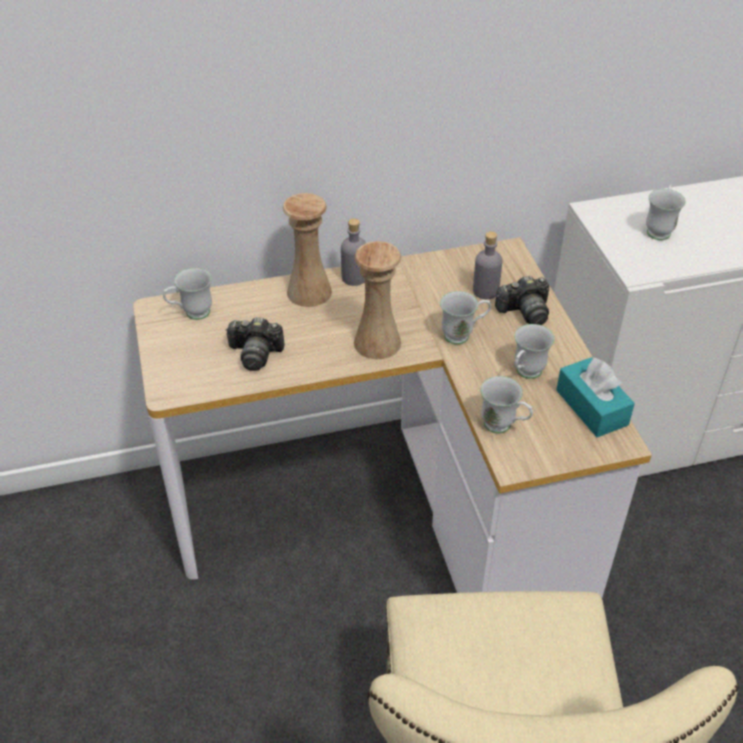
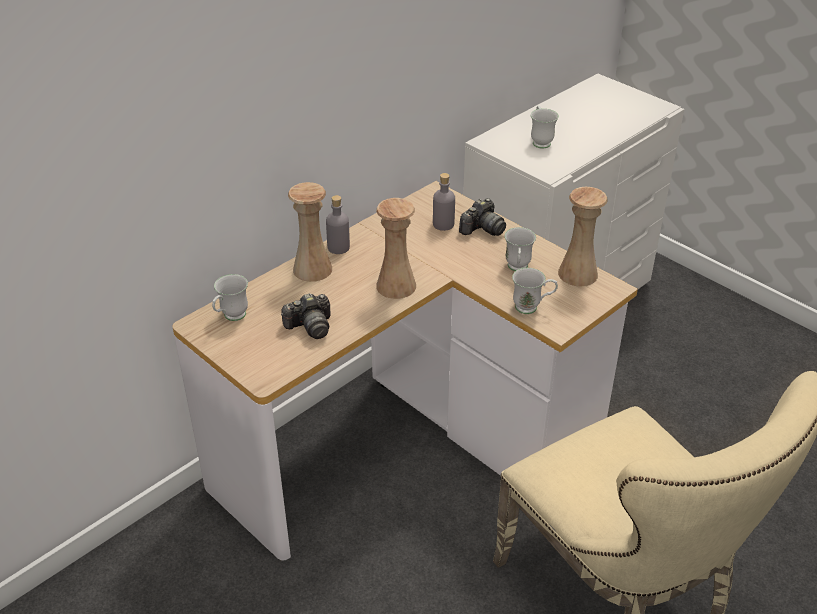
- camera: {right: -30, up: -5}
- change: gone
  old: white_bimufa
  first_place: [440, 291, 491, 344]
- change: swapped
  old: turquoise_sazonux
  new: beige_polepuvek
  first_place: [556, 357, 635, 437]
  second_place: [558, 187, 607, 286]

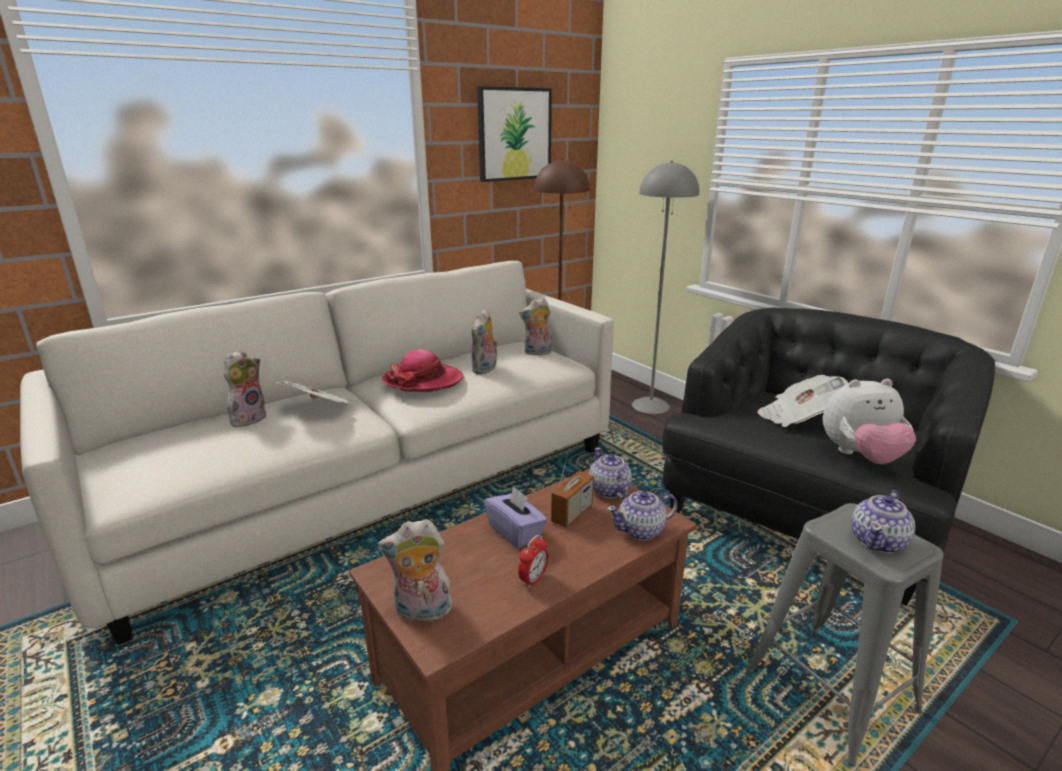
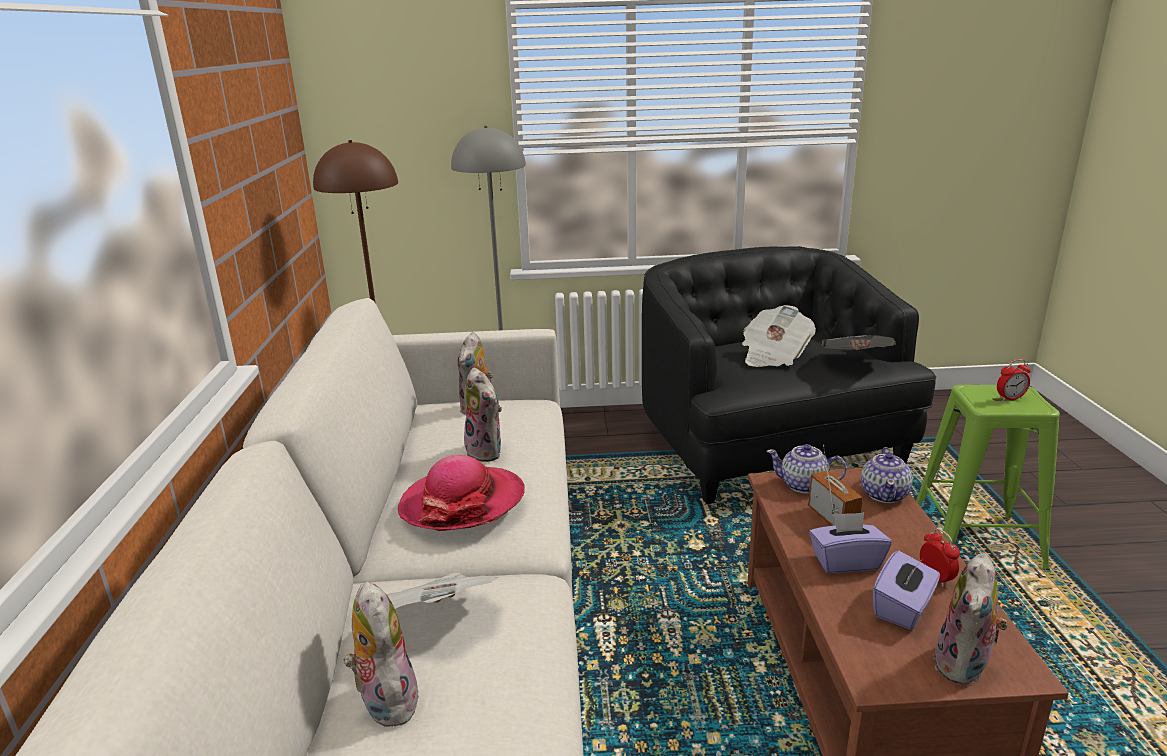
- camera: {right: -55, up: 0}
- change: gone
  old: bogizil
  first_place: [477, 86, 552, 182]
- change: new
  new: purple_sazonux
  second_place: [873, 551, 940, 630]
- change: swapped
  old: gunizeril
  new: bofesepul
  first_place: [823, 379, 916, 464]
  second_place: [822, 335, 896, 350]
- change: swapped
  old: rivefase
  new: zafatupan
  first_place: [851, 490, 915, 553]
  second_place: [997, 359, 1031, 401]
- change: repainted
  old: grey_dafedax
  new: green_dafedax
  first_place: [746, 503, 943, 767]
  second_place: [916, 385, 1060, 570]

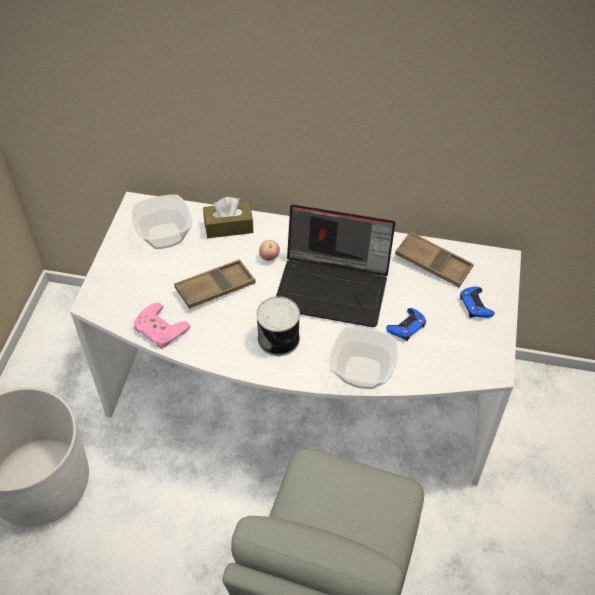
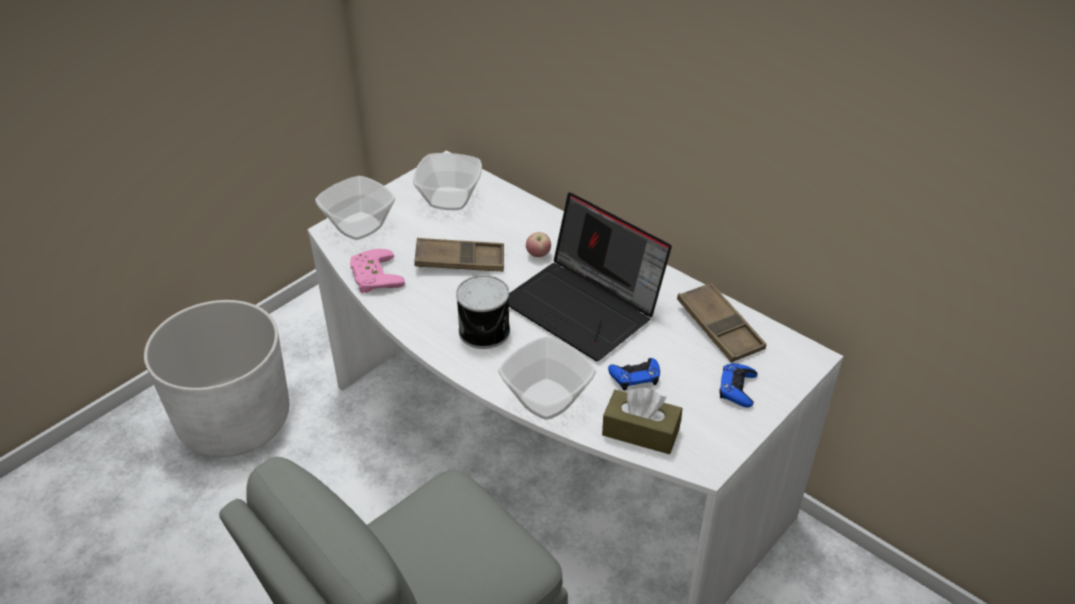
- camera: {right: 30, up: -10}
- change: new
  new: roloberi
  second_place: [315, 176, 395, 240]
- change: shifted
  old: brown_sazonux
  first_place: [203, 197, 254, 238]
  second_place: [602, 388, 683, 454]

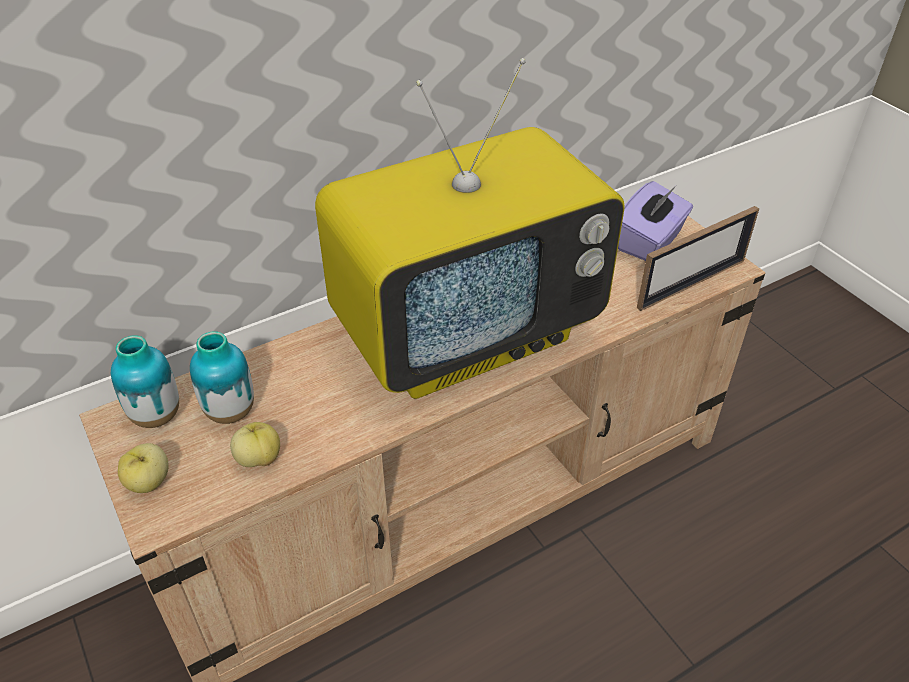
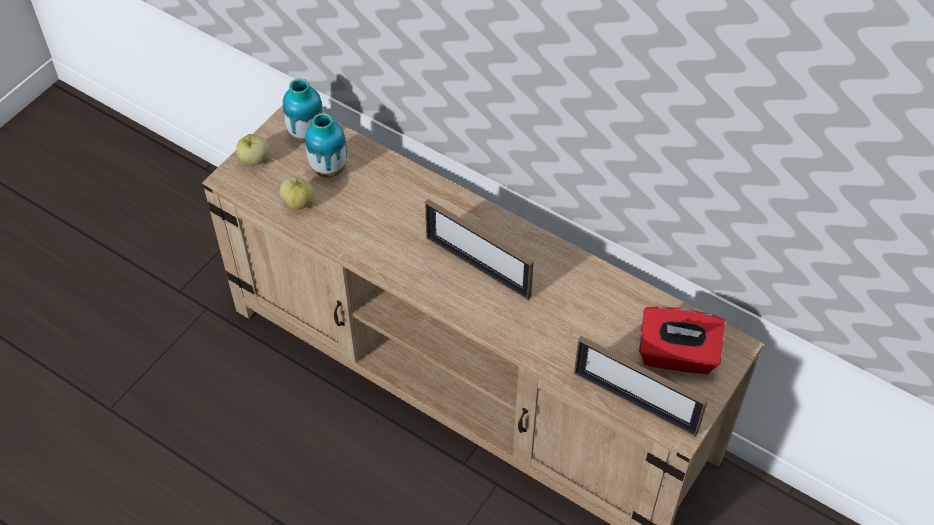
- camera: {right: 65, up: 10}
- change: swapped
  old: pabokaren
  new: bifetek
  first_place: [315, 58, 624, 399]
  second_place: [425, 199, 534, 300]
- change: repainted
  old: purple_sazonux
  new: red_sazonux
  first_place: [618, 181, 693, 261]
  second_place: [639, 306, 725, 374]

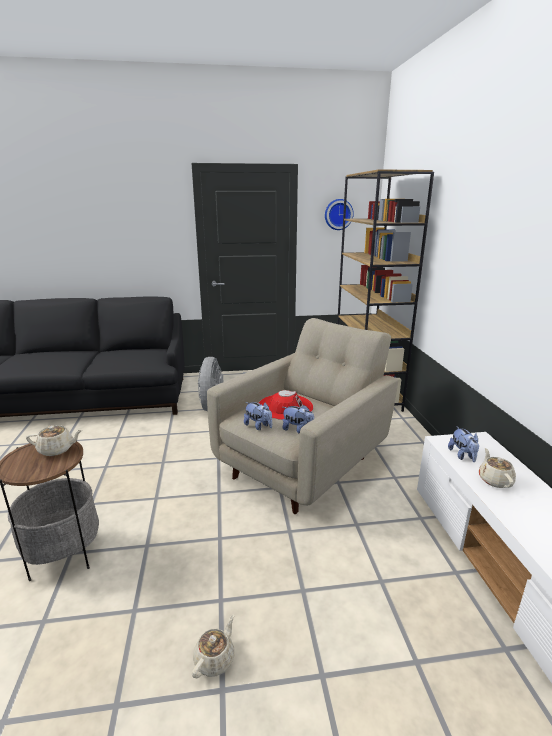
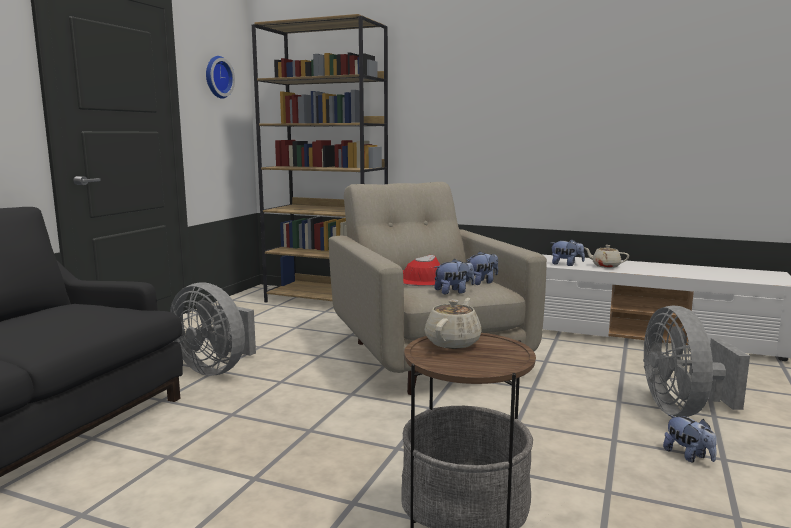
- camera: {right: -60, up: -10}
- change: new
  new: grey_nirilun
  second_place: [643, 306, 750, 417]
- change: swapped
  old: beige_rivefase
  new: gunizeril
  first_place: [192, 614, 234, 678]
  second_place: [663, 414, 717, 462]

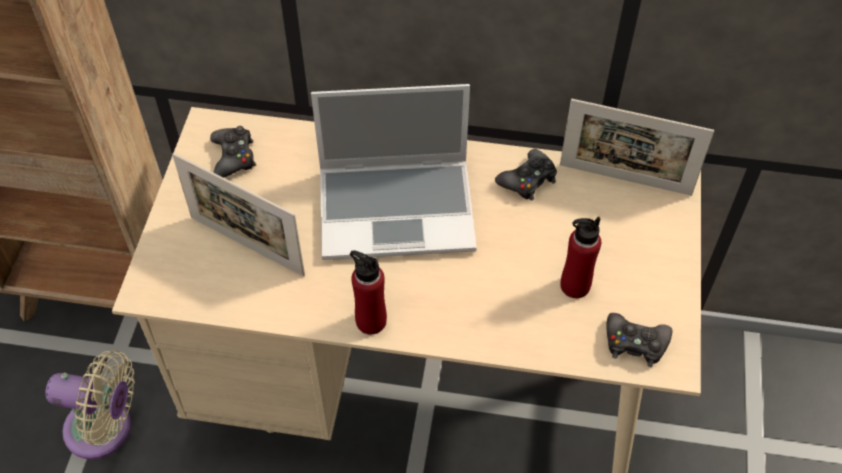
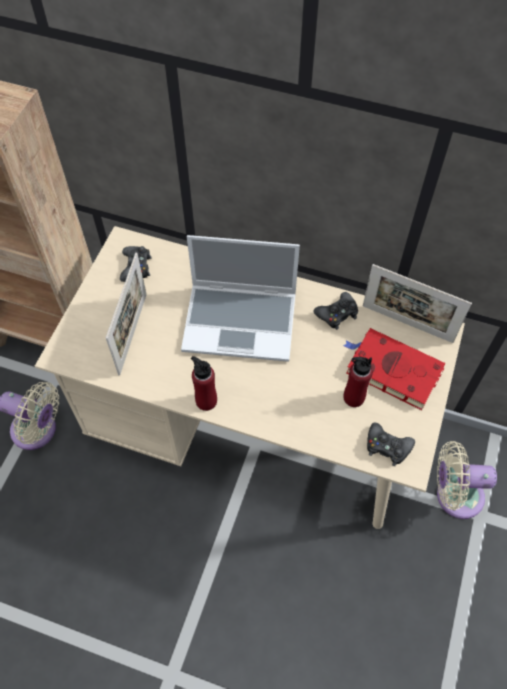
- camera: {right: 10, up: 5}
- change: new
  new: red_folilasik
  second_place: [343, 328, 445, 410]
- change: new
  new: beige_nirilun
  second_place: [437, 441, 497, 519]
- change: rotated
  old: bifetek
  first_place: [172, 153, 305, 277]
  second_place: [106, 253, 147, 376]
  degrees: -120

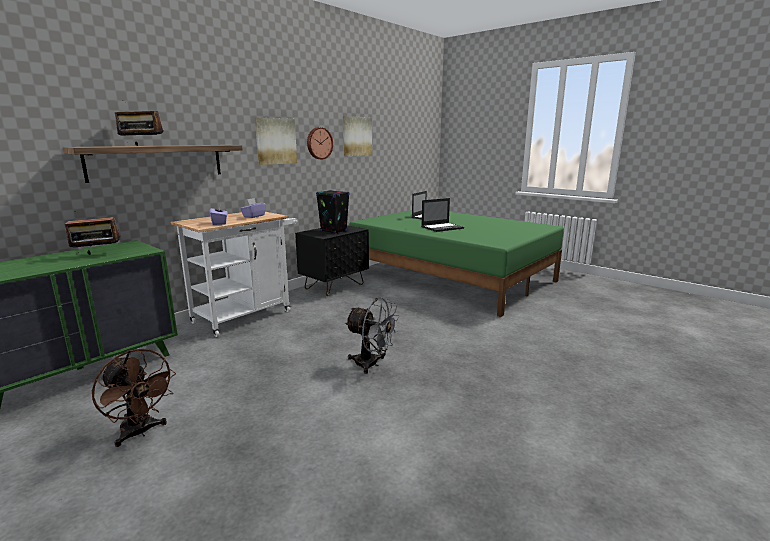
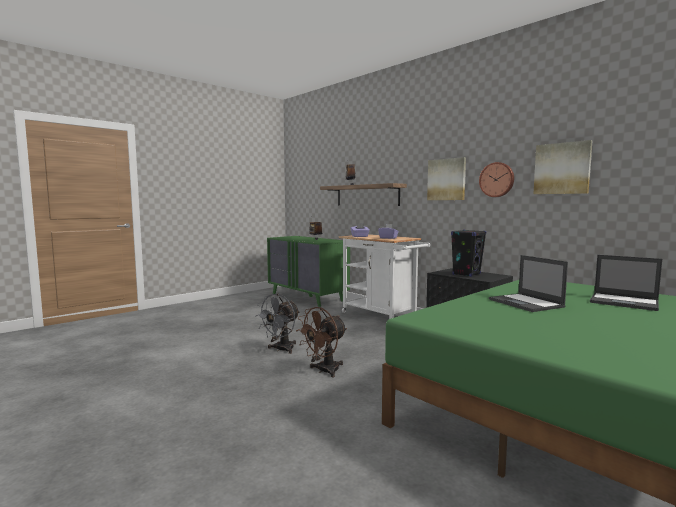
- camera: {right: 95, up: -10}
- change: shifted
  old: brown_nirilun
  first_place: [92, 349, 176, 447]
  second_place: [296, 307, 347, 377]

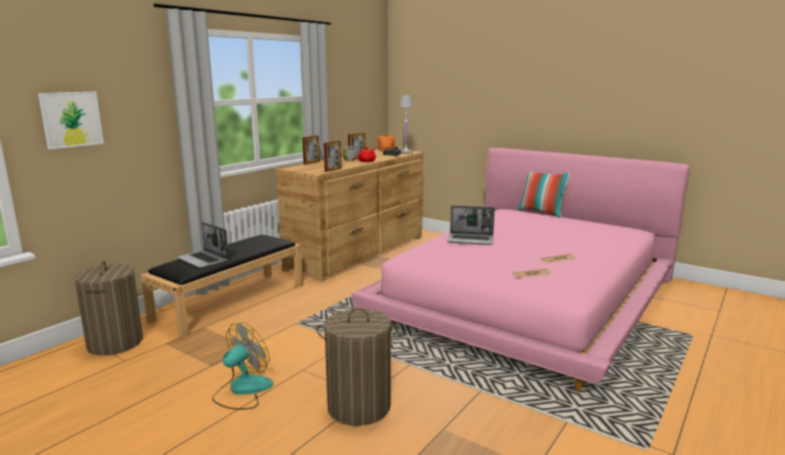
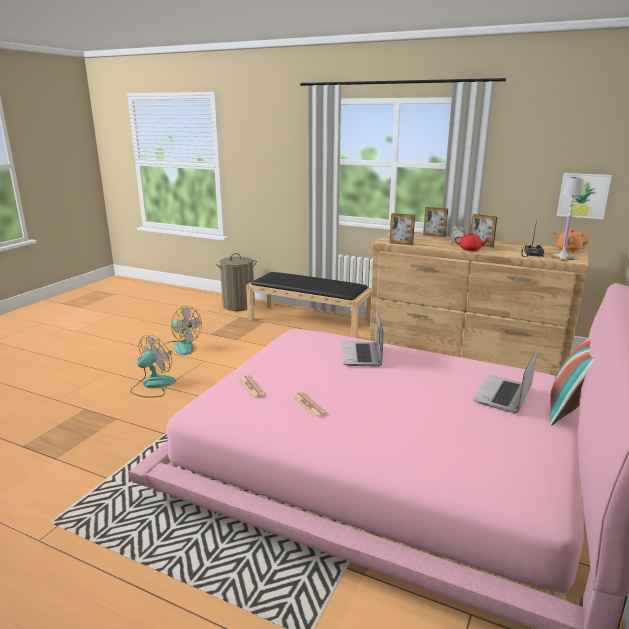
- camera: {right: 80, up: 5}
- change: shifted
  old: bogizil
  first_place: [38, 92, 104, 149]
  second_place: [557, 173, 612, 219]
- change: shifted
  old: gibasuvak
  first_place: [177, 222, 229, 268]
  second_place: [473, 350, 537, 413]
- change: swapped
  old: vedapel
  new: nirilun
  first_place: [316, 308, 399, 426]
  second_place: [130, 335, 176, 398]

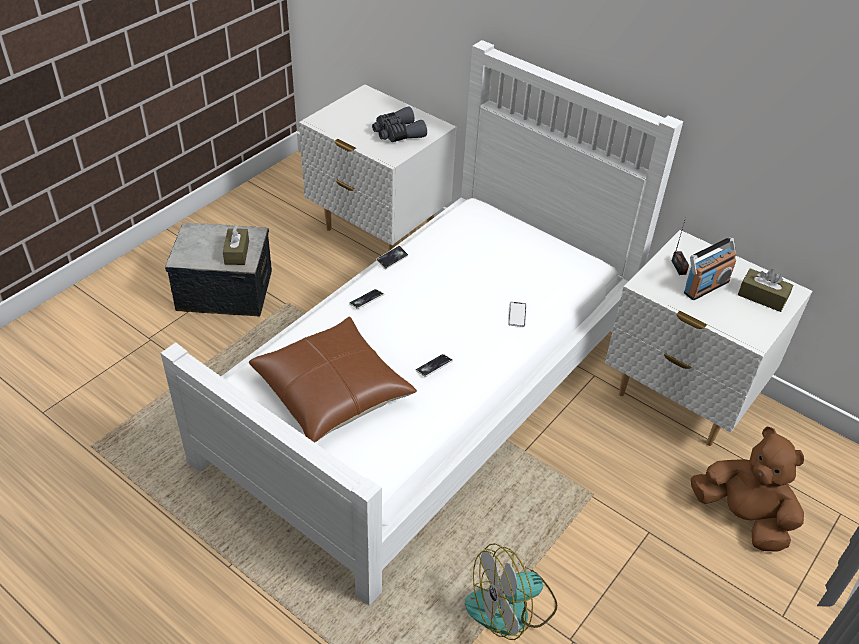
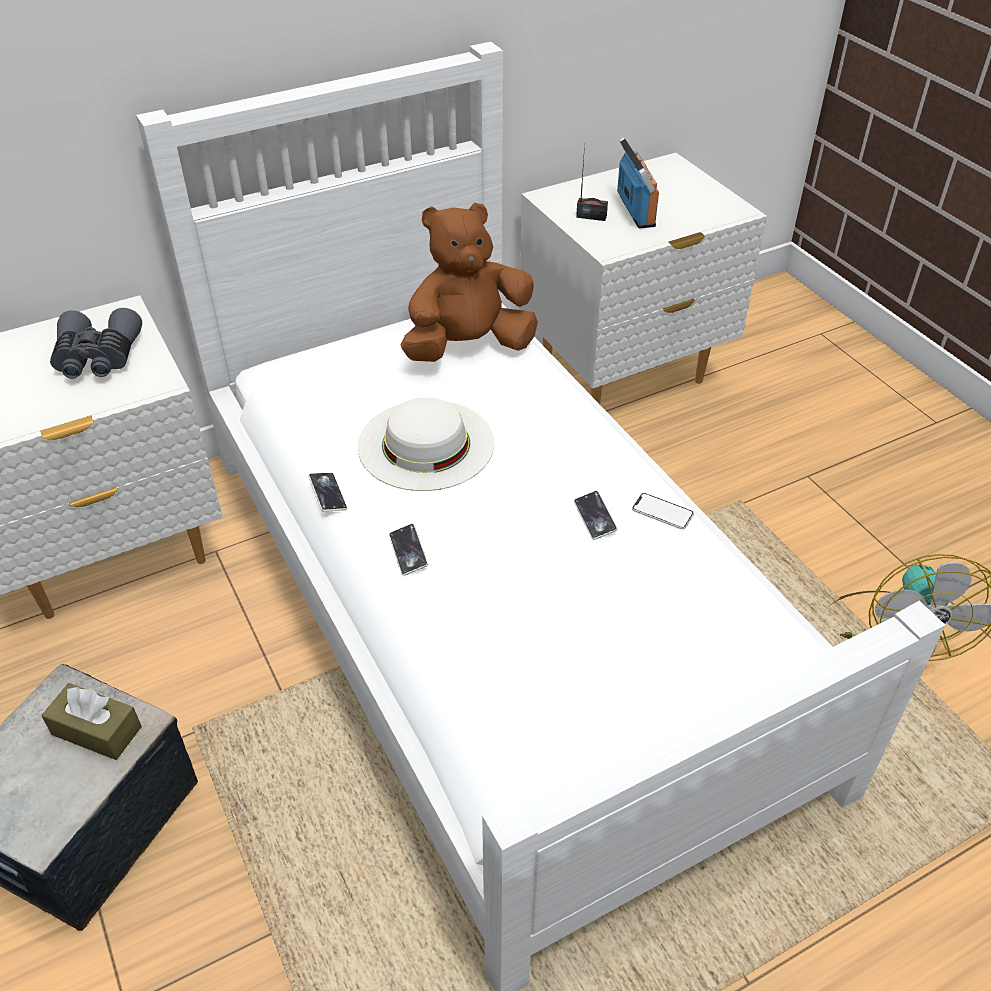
- camera: {right: -65, up: 0}
- change: gone
  old: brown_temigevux
  first_place: [249, 317, 417, 443]
- change: gone
  old: brown_sazonux
  first_place: [738, 268, 793, 312]
- change: new
  new: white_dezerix
  second_place: [358, 398, 494, 491]
- change: shifted
  old: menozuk
  first_place: [508, 302, 527, 327]
  second_place: [632, 493, 694, 529]
- change: shifted
  old: brown_gunizeril
  first_place: [691, 427, 804, 552]
  second_place: [401, 203, 538, 362]

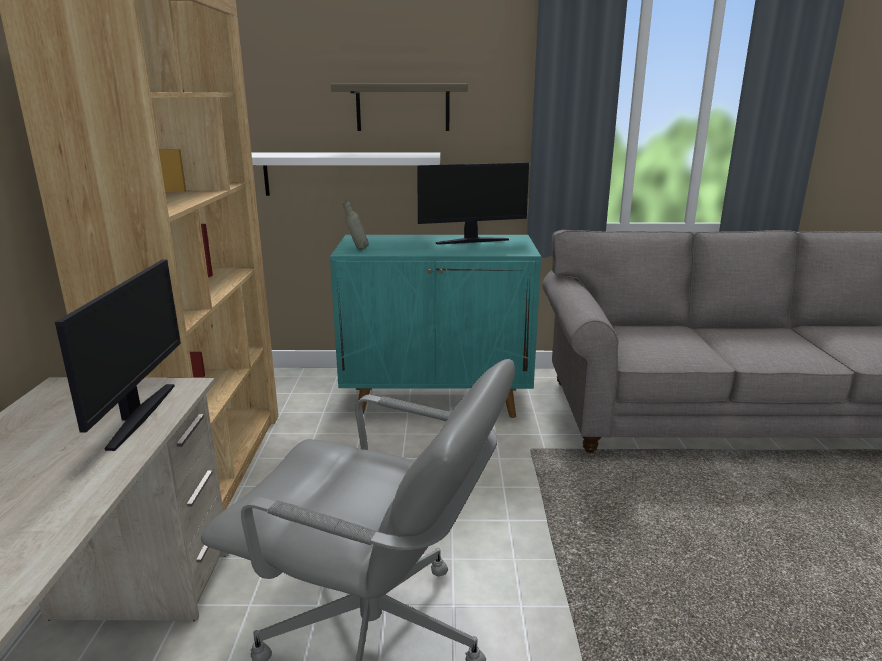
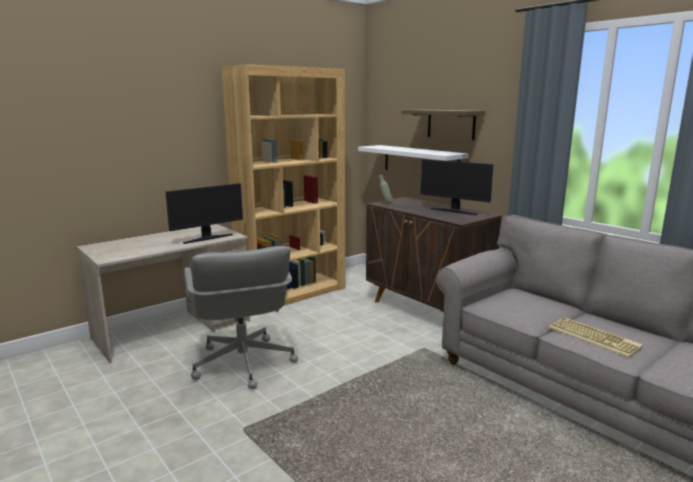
- camera: {right: 50, up: -5}
- change: new
  new: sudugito
  second_place: [549, 317, 643, 357]
- change: repainted
  old: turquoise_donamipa
  new: brown_donamipa
  first_place: [330, 235, 541, 418]
  second_place: [366, 197, 502, 312]

